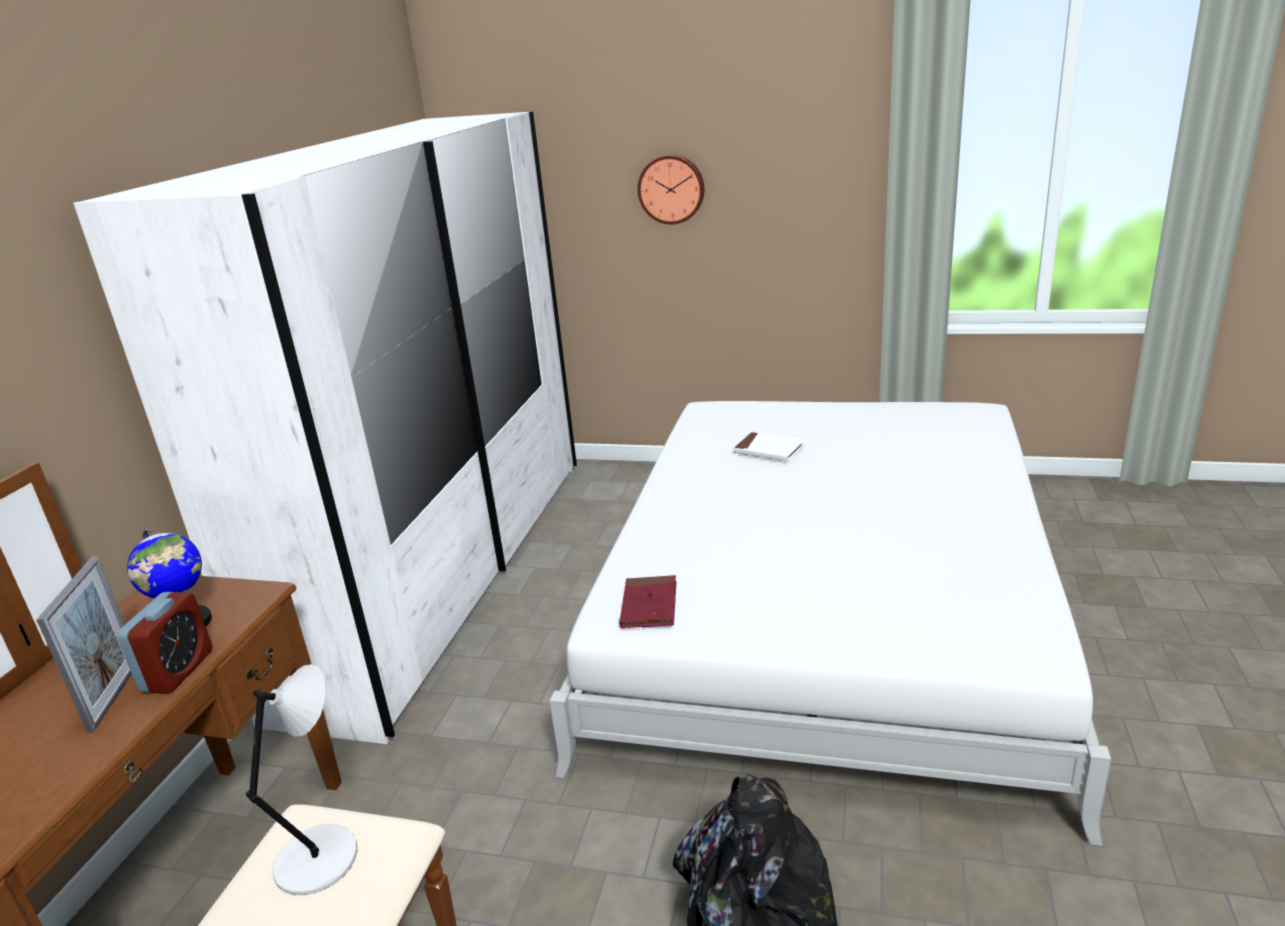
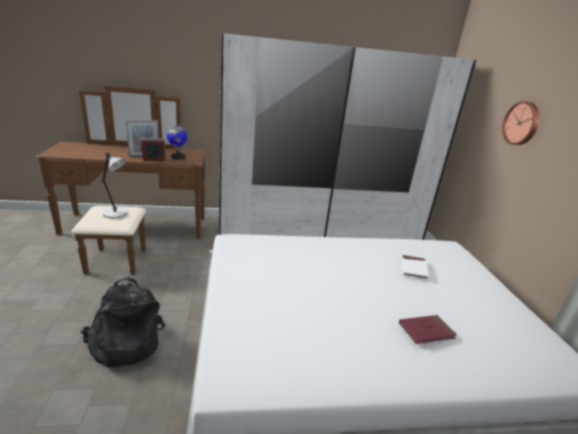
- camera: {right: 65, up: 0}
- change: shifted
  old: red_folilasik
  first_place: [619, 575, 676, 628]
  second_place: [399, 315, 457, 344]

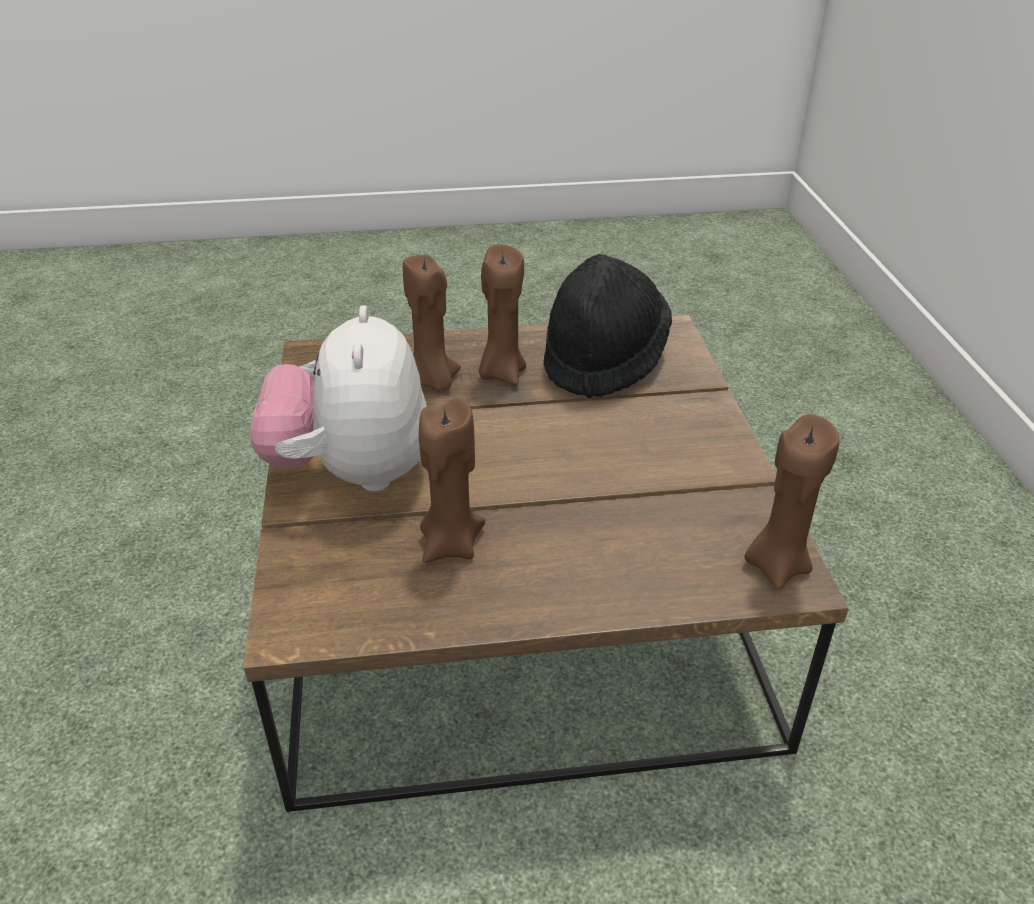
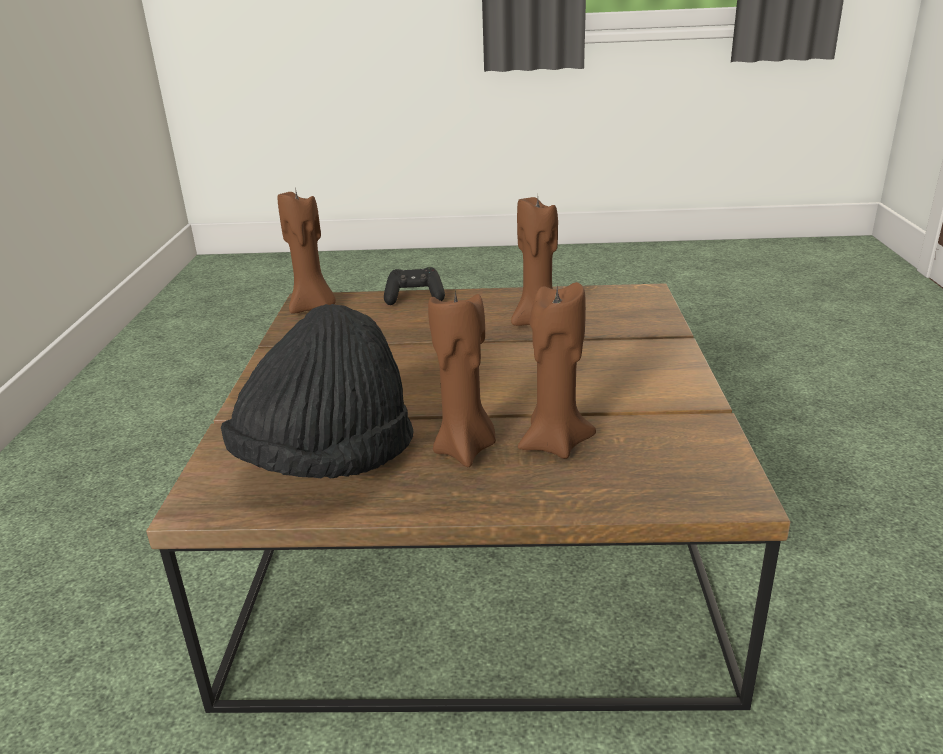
- camera: {right: -170, up: -10}
- change: gone
  old: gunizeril
  first_place: [250, 305, 427, 492]
- change: new
  new: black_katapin
  second_place: [384, 267, 445, 305]

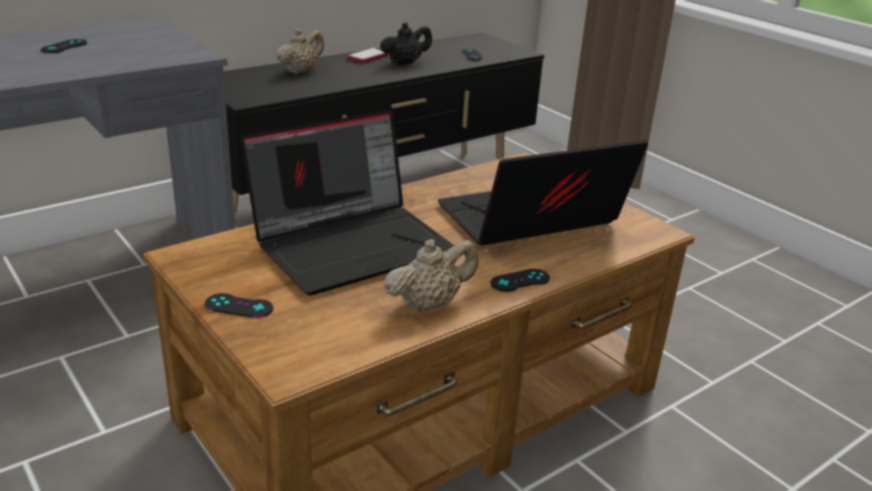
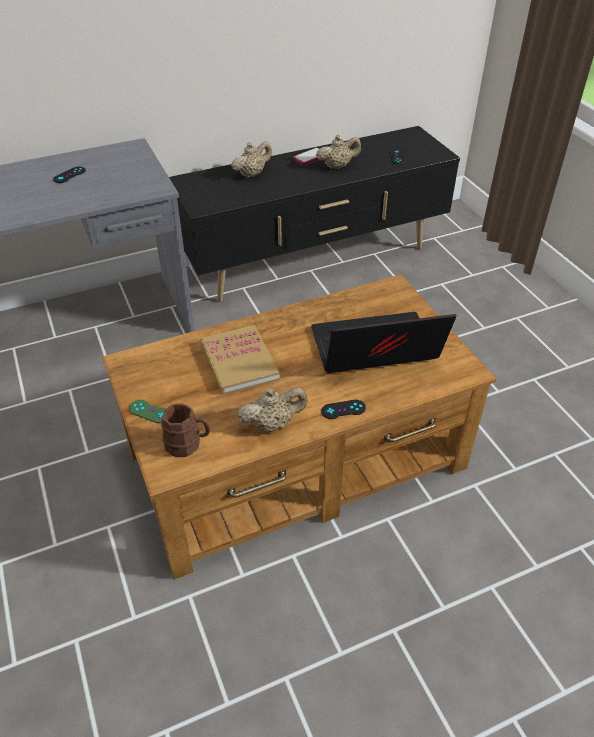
- camera: {right: 15, up: 15}
- change: new
  new: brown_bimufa
  second_place: [161, 403, 210, 457]
- change: swapped
  old: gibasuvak
  new: folilasik
  first_place: [241, 110, 454, 296]
  second_place: [201, 325, 280, 395]
- change: repainted
  old: black_katapin
  new: green_katapin
  first_place: [205, 293, 273, 318]
  second_place: [129, 400, 166, 423]
- change: repainted
  old: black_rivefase
  new: beige_rivefase
  first_place: [380, 22, 432, 65]
  second_place: [316, 135, 361, 169]

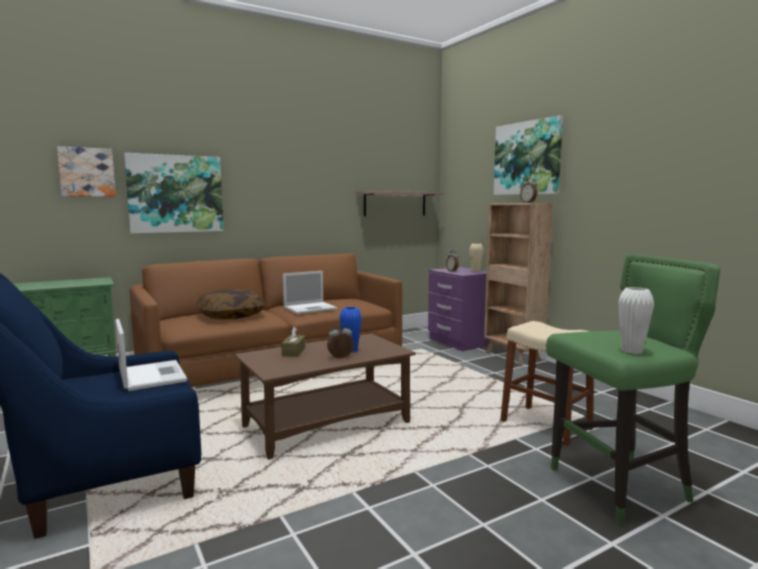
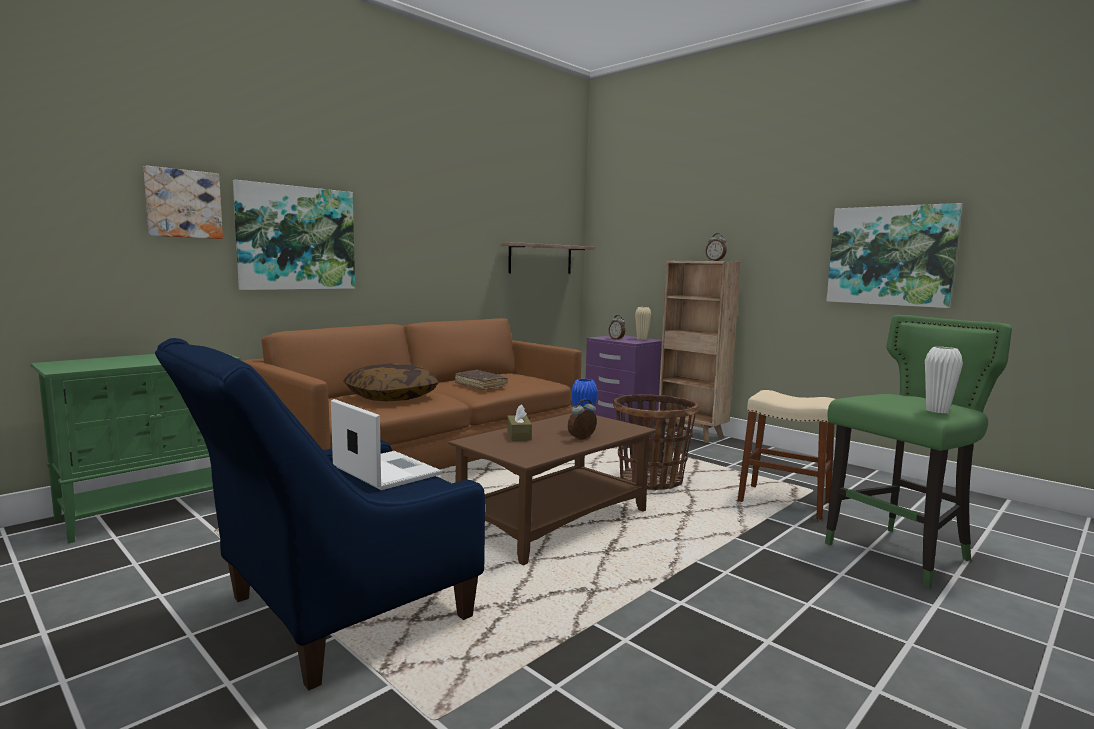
- camera: {right: -15, up: 0}
- change: new
  new: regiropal
  second_place: [613, 394, 698, 491]
- change: shifted
  old: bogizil
  first_place: [494, 115, 563, 195]
  second_place: [826, 203, 963, 308]
- change: swapped
  old: gibasuvak
  new: brown_folilasik
  first_place: [283, 271, 337, 314]
  second_place: [455, 370, 508, 390]

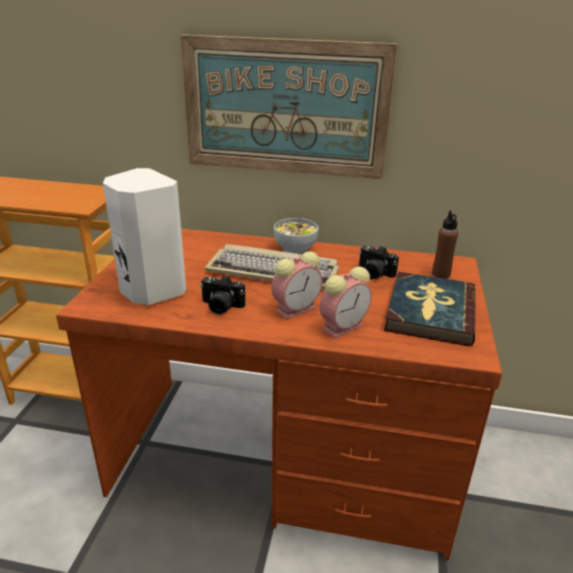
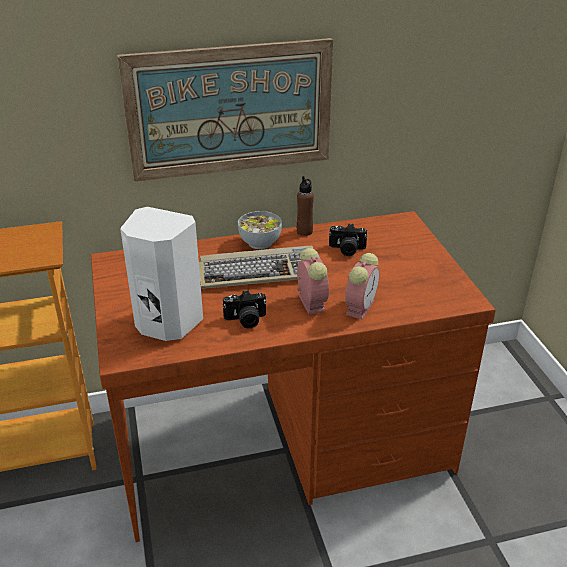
- camera: {right: -25, up: 5}
- change: gone
  old: folilasik
  first_place: [384, 272, 476, 346]
- change: shifted
  old: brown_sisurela
  first_place: [432, 210, 458, 279]
  second_place: [297, 176, 314, 236]
- change: rotated
  old: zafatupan
  first_place: [271, 251, 322, 320]
  second_place: [297, 248, 329, 315]
  degrees: -45

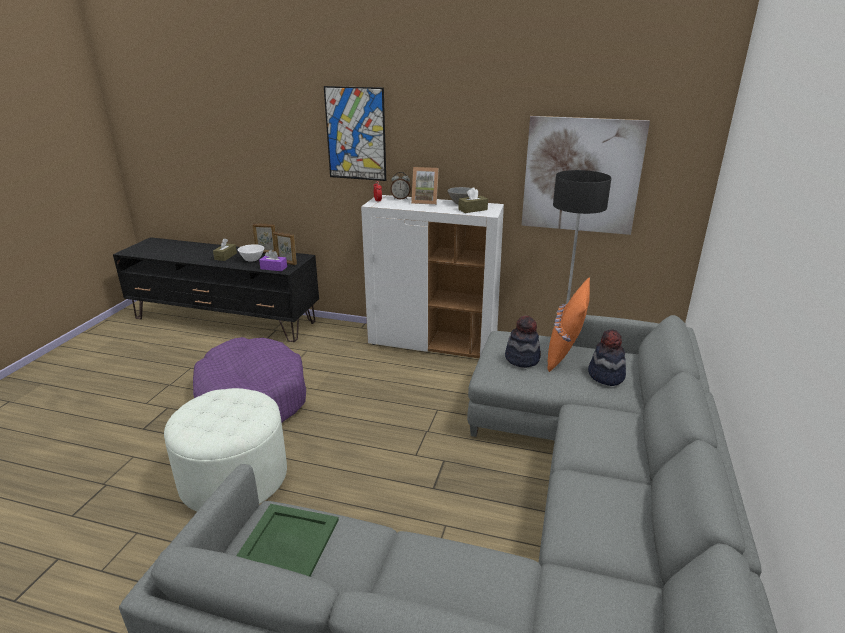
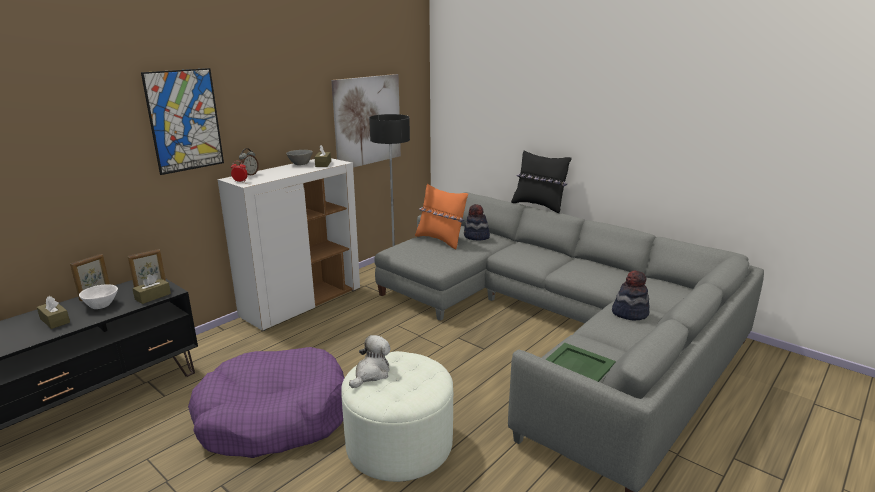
- camera: {right: -65, up: -5}
- change: gone
  old: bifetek
  first_place: [411, 167, 439, 205]
- change: new
  new: gunizeril
  second_place: [349, 335, 390, 388]
- change: new
  new: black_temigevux
  second_place: [511, 150, 571, 213]
- change: shifted
  old: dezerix
  first_place: [505, 316, 541, 368]
  second_place: [612, 270, 649, 320]
- change: repainted
  old: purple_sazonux
  new: brown_sazonux
  first_place: [259, 250, 287, 271]
  second_place: [132, 274, 171, 304]

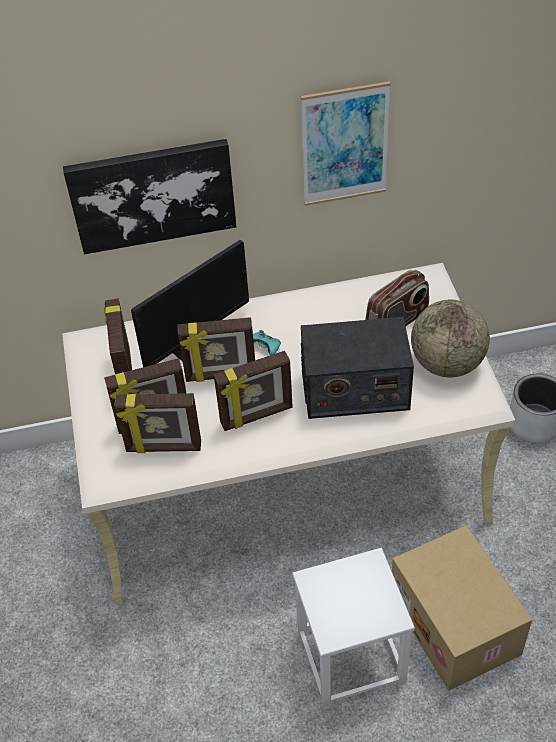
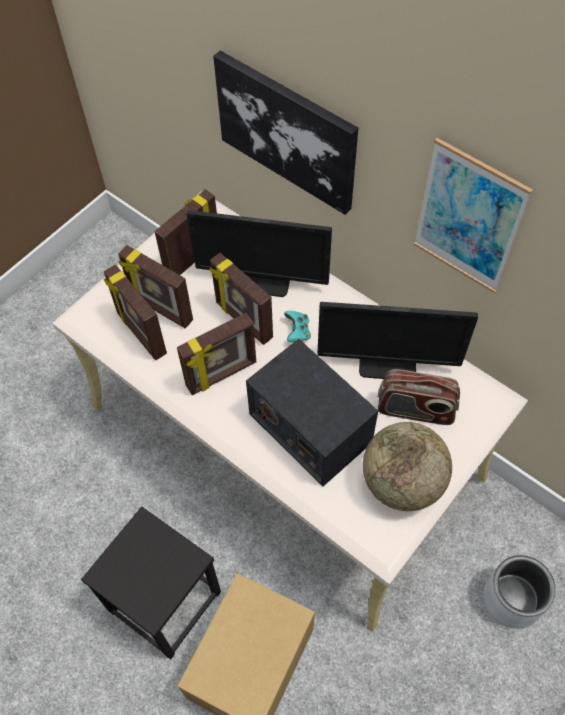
- camera: {right: 50, up: 10}
- change: new
  new: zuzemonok
  second_place: [317, 302, 478, 379]
- change: repainted
  old: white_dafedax
  new: black_dafedax
  first_place: [292, 548, 415, 708]
  second_place: [81, 507, 221, 659]
- change: rotated
  old: bifetek
  first_place: [214, 351, 293, 431]
  second_place: [177, 313, 256, 395]
  degrees: -60

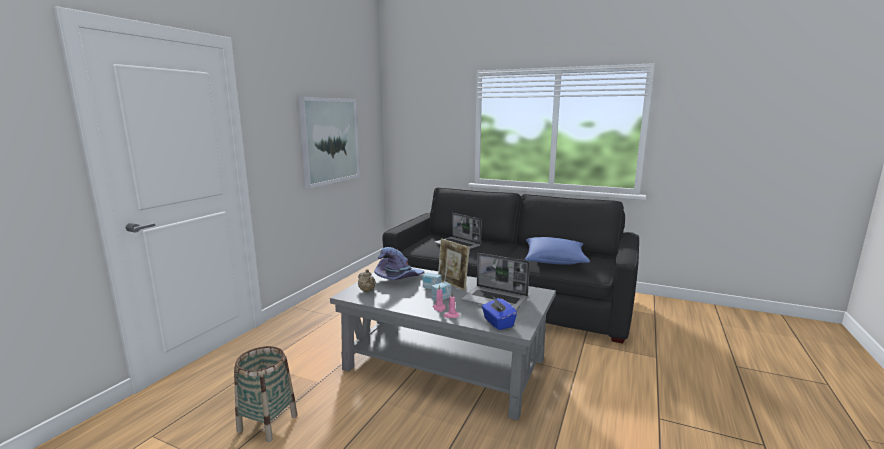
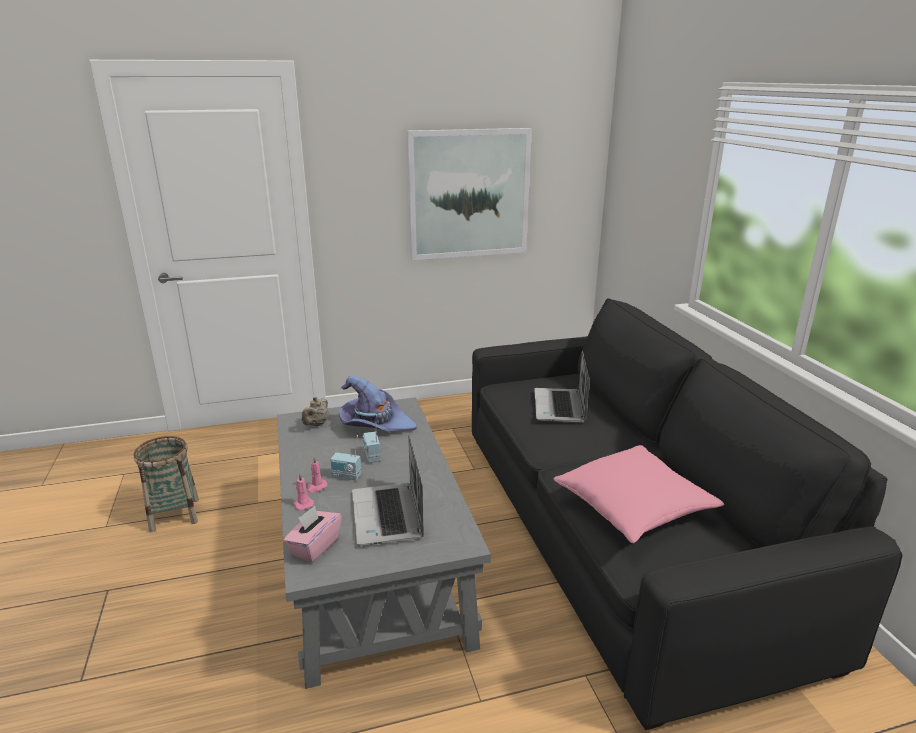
- camera: {right: 50, up: 10}
- change: gone
  old: bifetek
  first_place: [438, 238, 470, 291]
- change: repainted
  old: blue_sazonux
  new: pink_sazonux
  first_place: [482, 297, 517, 330]
  second_place: [283, 505, 342, 563]
- change: repainted
  old: blue_temigevux
  new: pink_temigevux
  first_place: [525, 237, 590, 265]
  second_place: [554, 445, 724, 543]

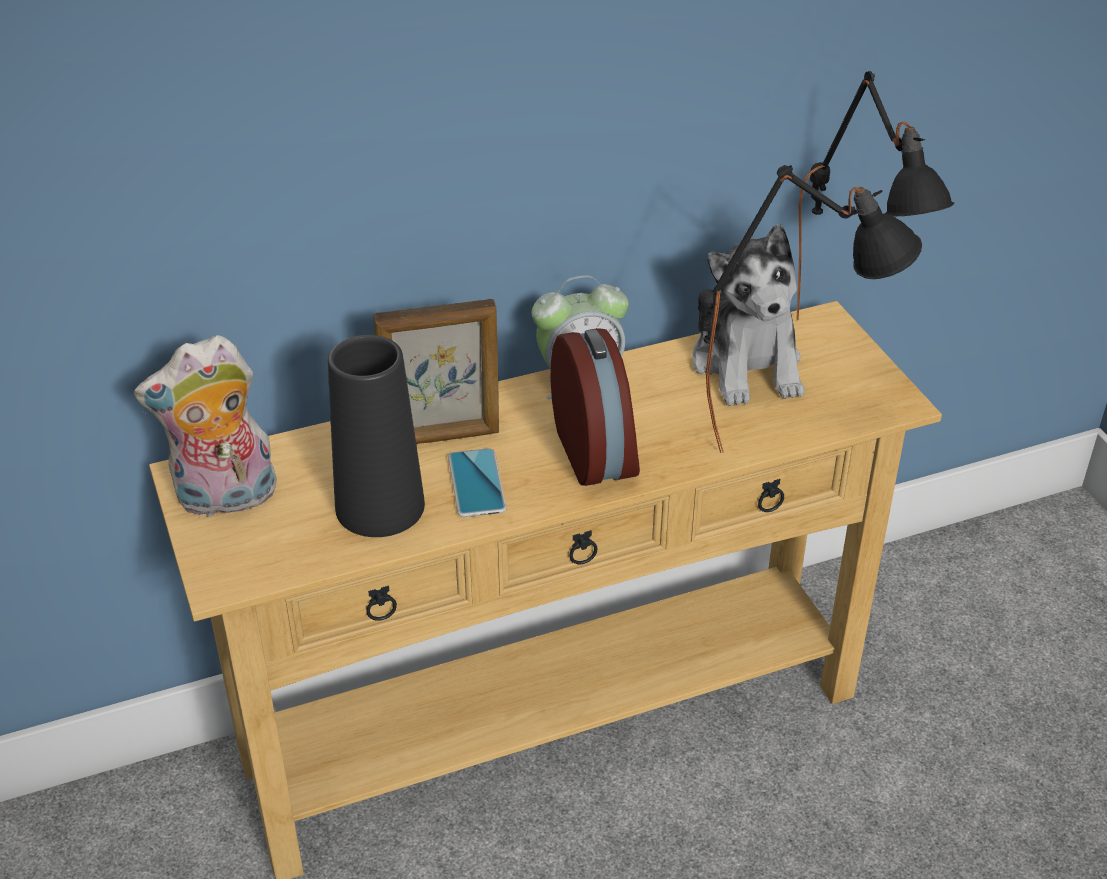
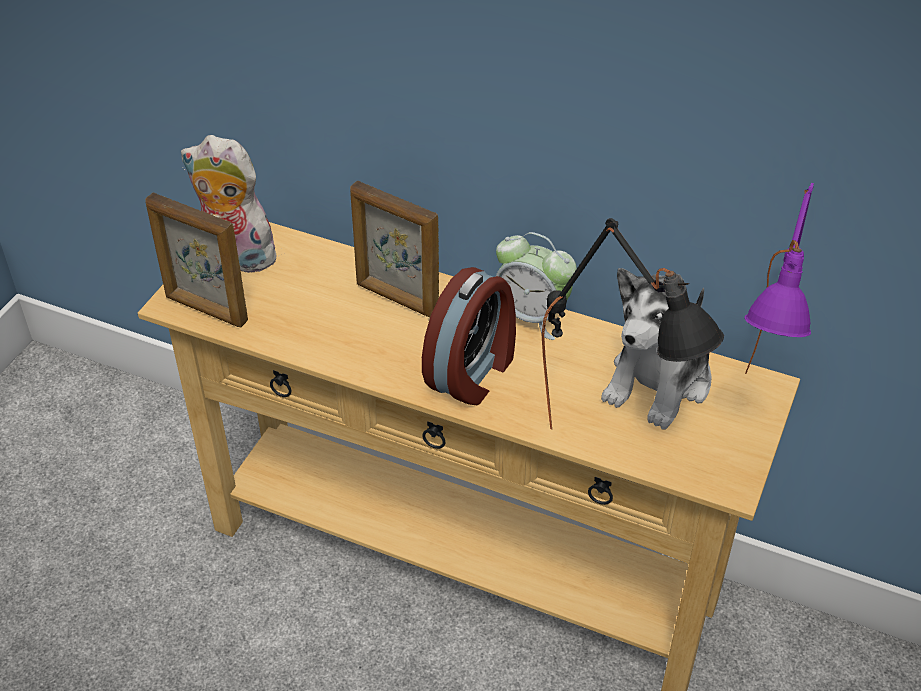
- camera: {right: 45, up: 5}
- change: gone
  old: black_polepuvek
  first_place: [328, 335, 425, 537]
- change: gone
  old: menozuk
  first_place: [448, 448, 507, 517]
- change: new
  new: bifetek
  second_place: [145, 193, 248, 327]
- change: repainted
  old: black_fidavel
  new: purple_fidavel
  first_place: [797, 71, 954, 320]
  second_place: [744, 183, 814, 374]

